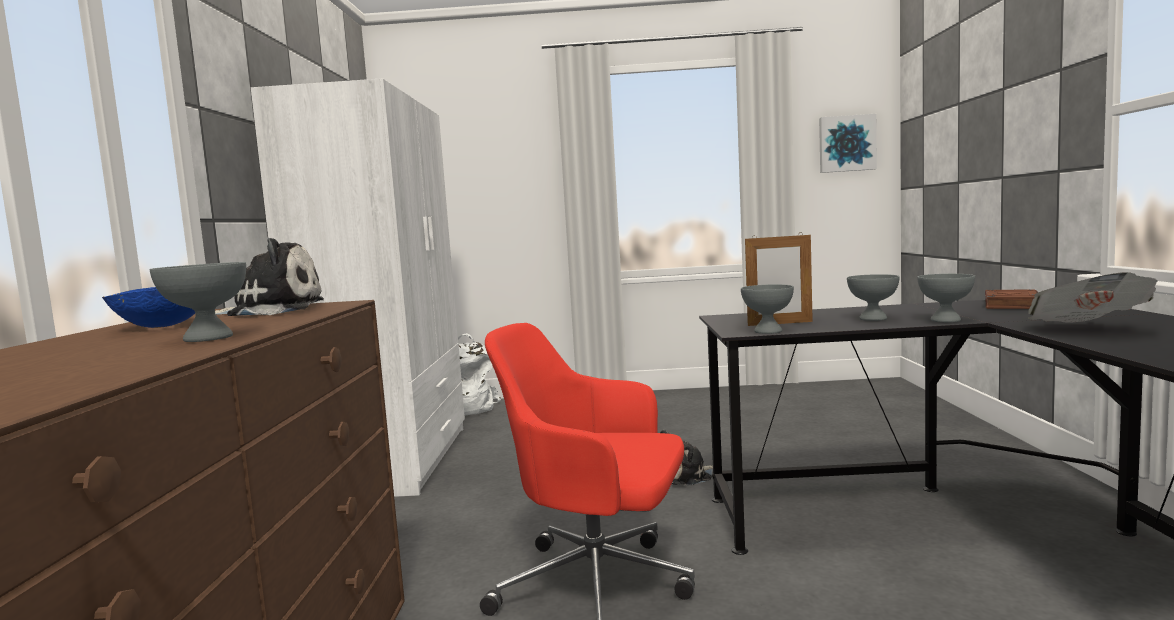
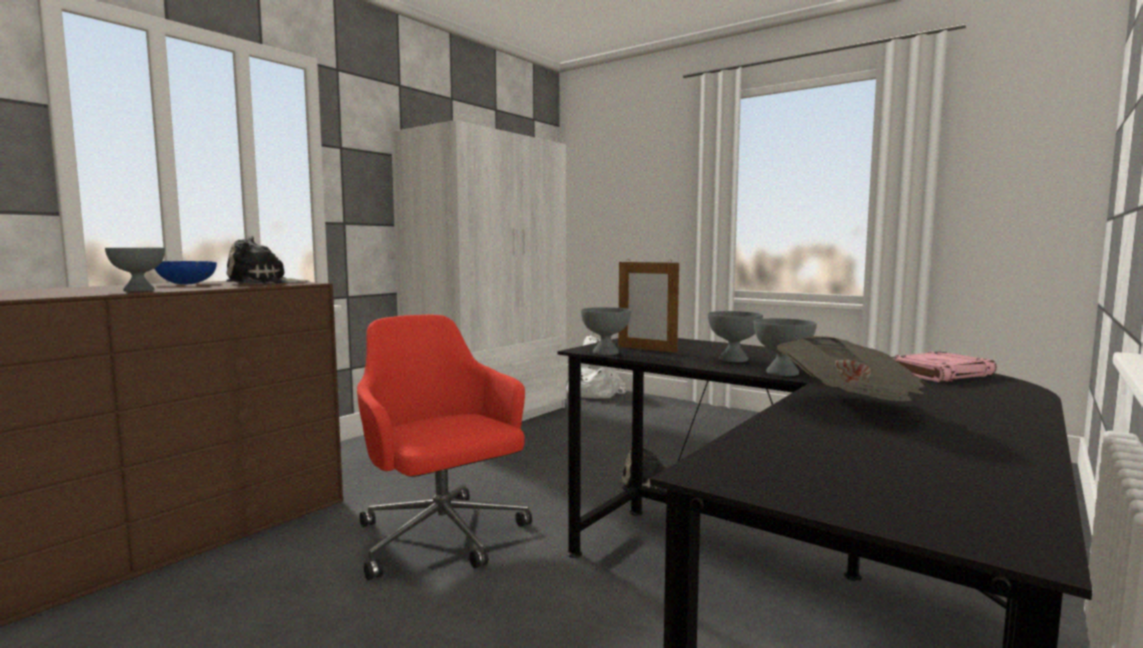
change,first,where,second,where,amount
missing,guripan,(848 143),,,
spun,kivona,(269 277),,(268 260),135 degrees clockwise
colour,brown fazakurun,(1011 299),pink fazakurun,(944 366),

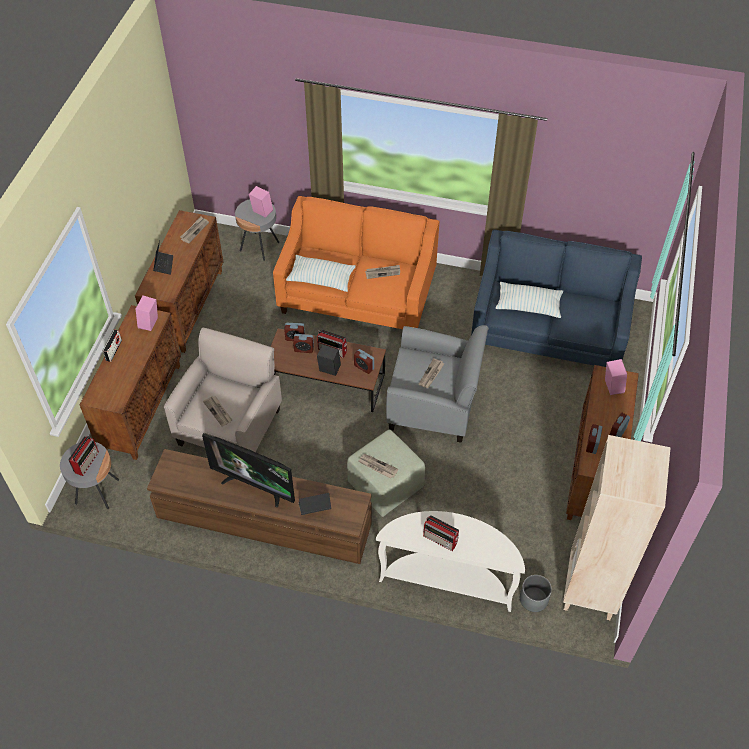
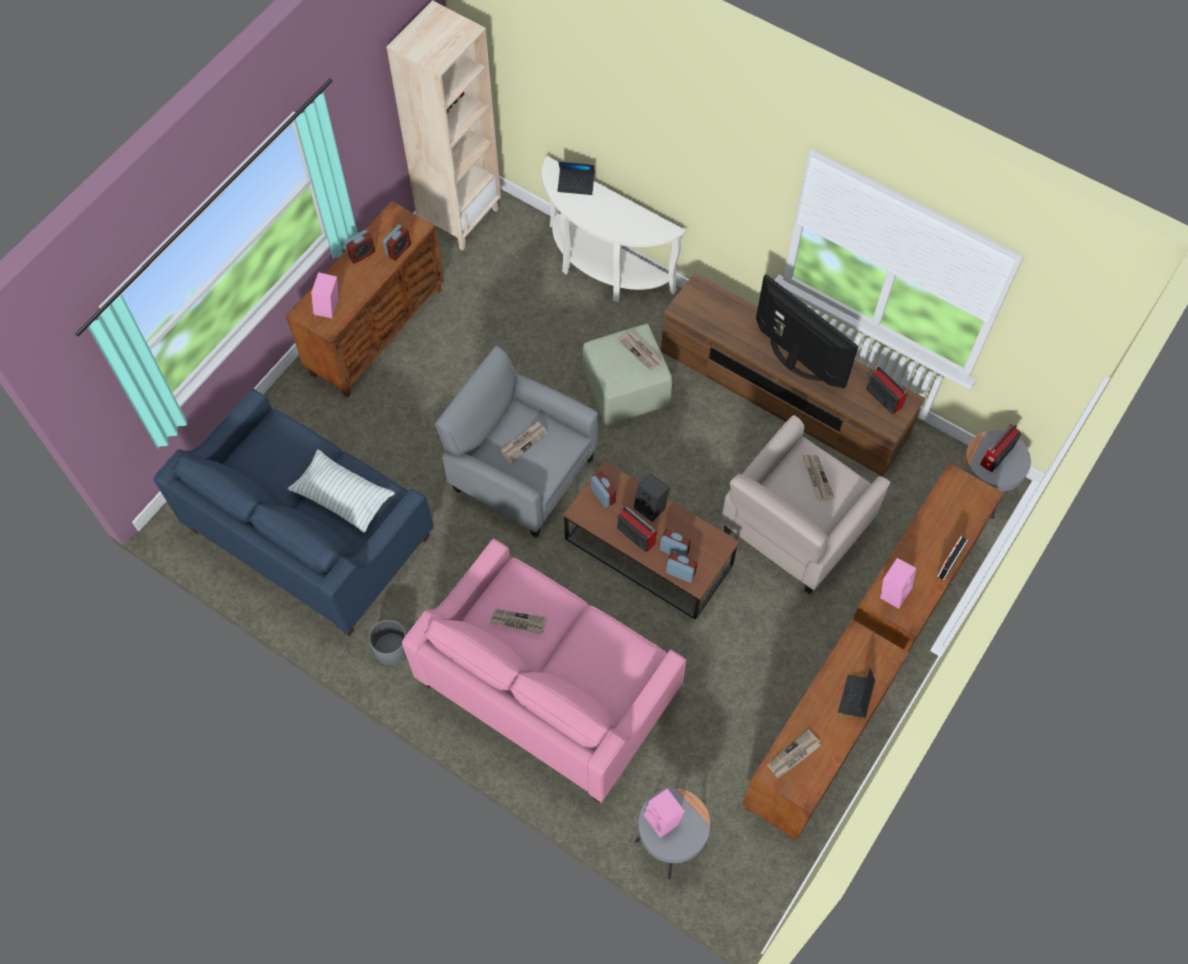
change,first,where,second,where,amount
colour,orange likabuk,(356 262),pink likabuk,(544 670),
missing,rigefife,(321 273),,,
relocated,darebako,(314 504),,(576 178),
relocated,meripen,(441 533),,(887 390),
relocated,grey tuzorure,(536 593),,(387 643),

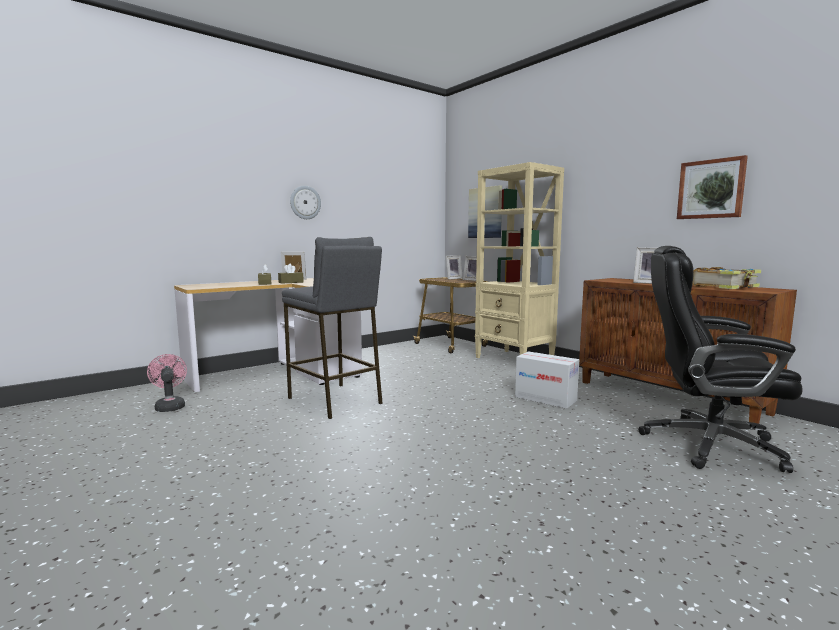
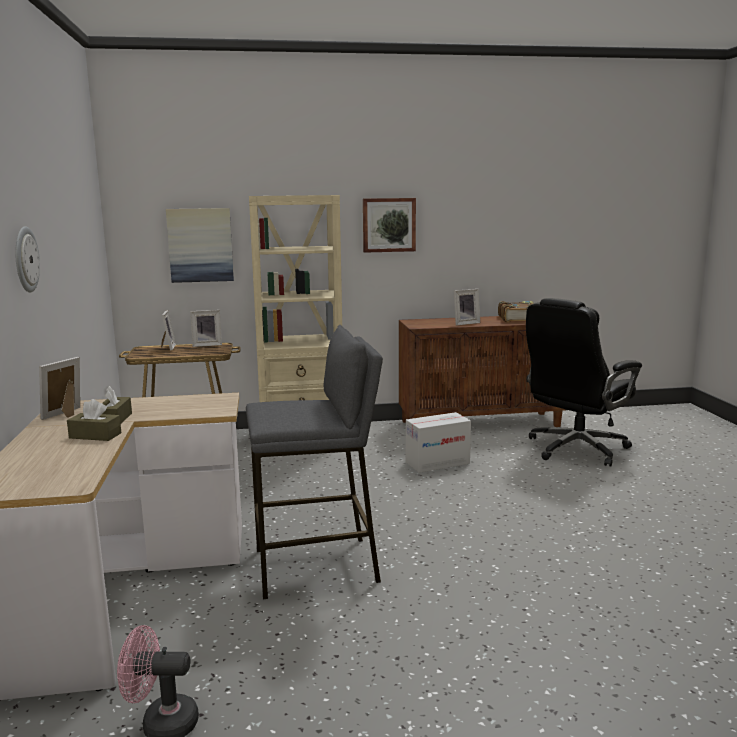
change,first,where,second,where,amount
relocated,guripan,(712 187),,(389 225),

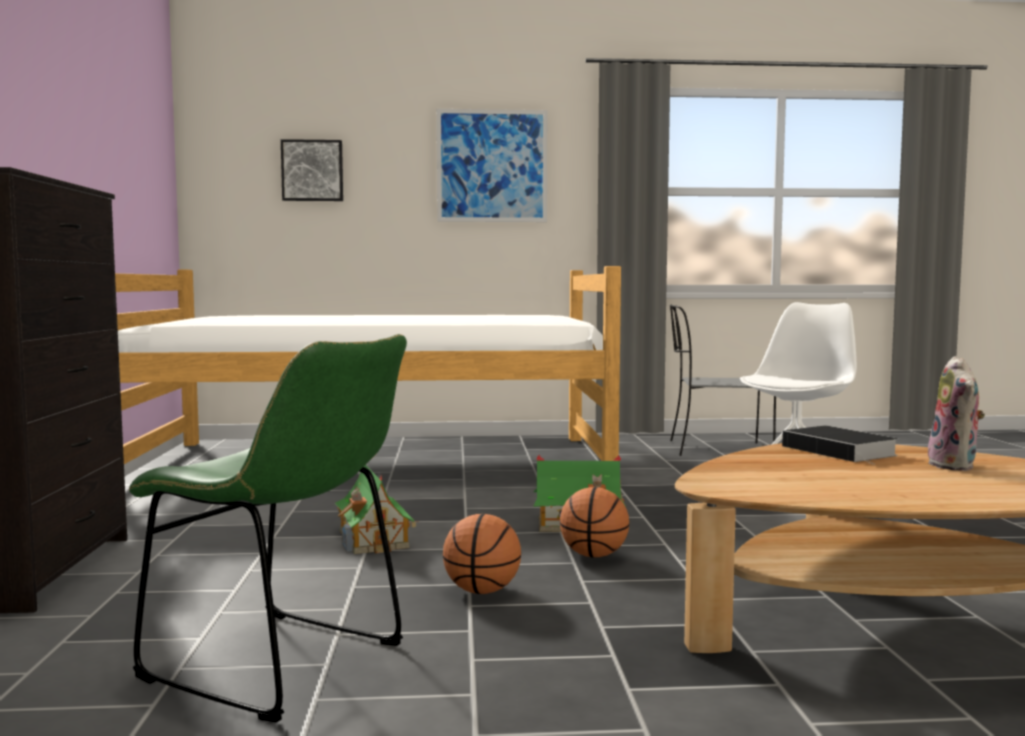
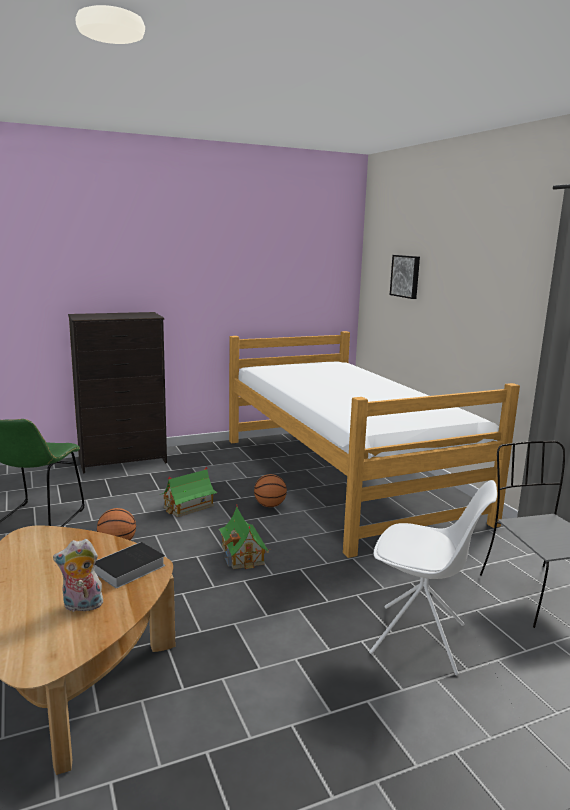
change,first,where,second,where,amount
missing,guripan,(492 165),,,
relocated,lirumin,(594 522),,(270 490),

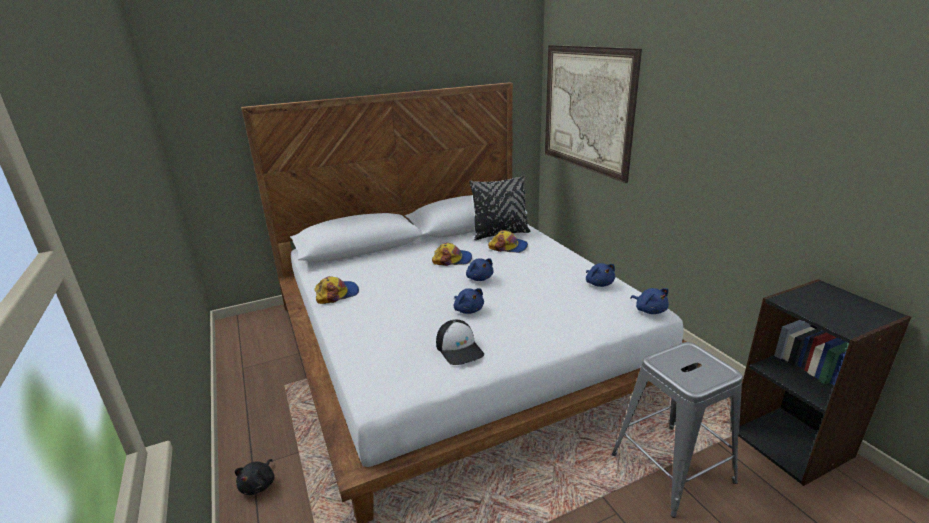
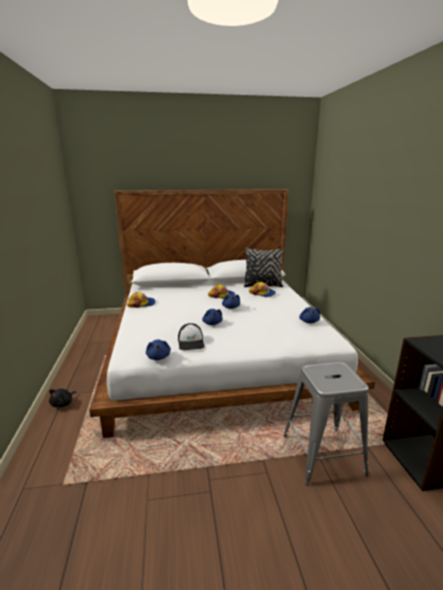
change,first,where,second,where,amount
missing,guripan,(593 114),,,
relocated,blue kivona,(649 301),,(158 350),

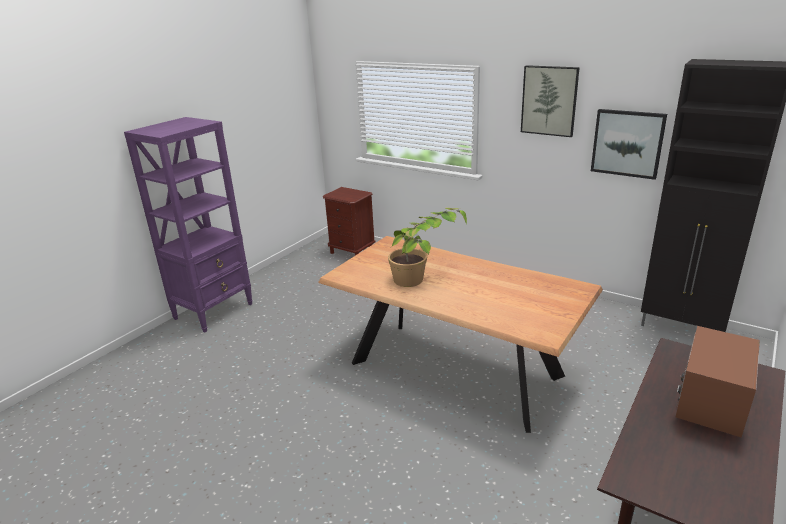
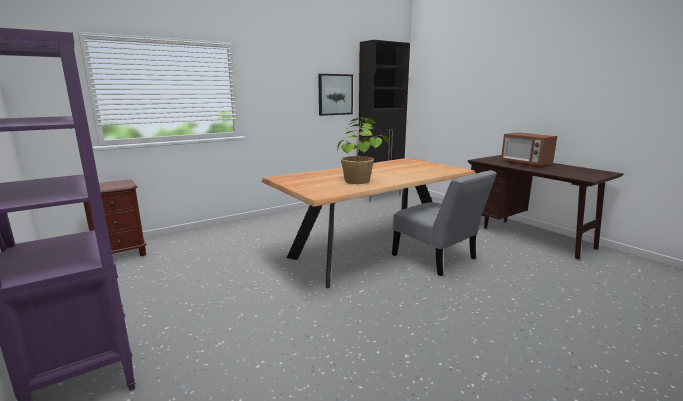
change,first,where,second,where,amount
missing,guripan,(550 101),,,
appeared,,,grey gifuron,(444 223),

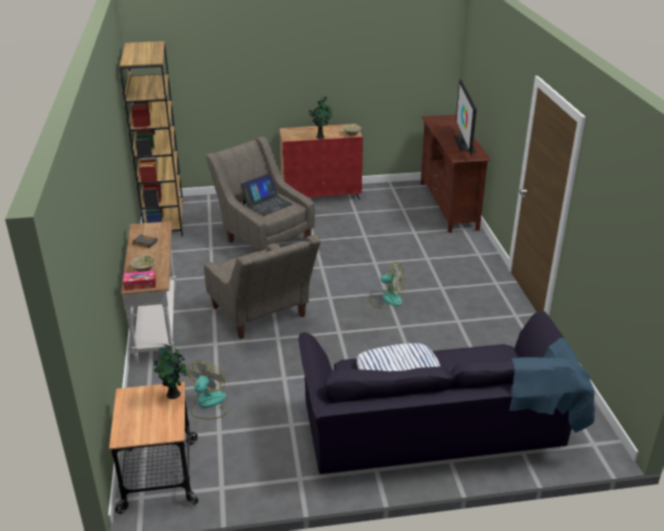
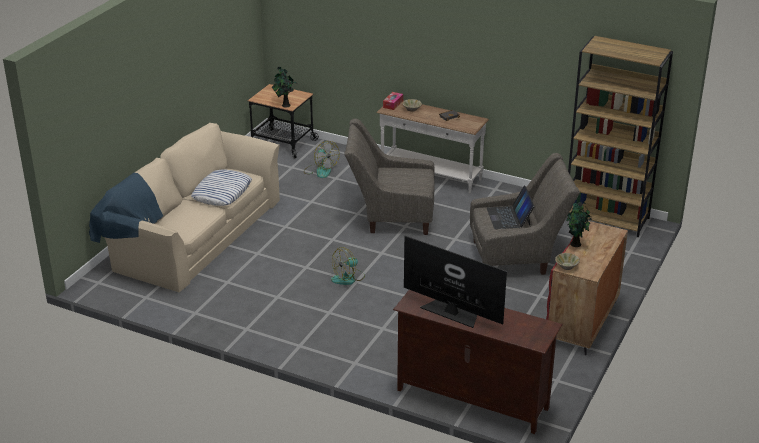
change,first,where,second,where,amount
colour,black likabuk,(446 392),beige likabuk,(184 207),

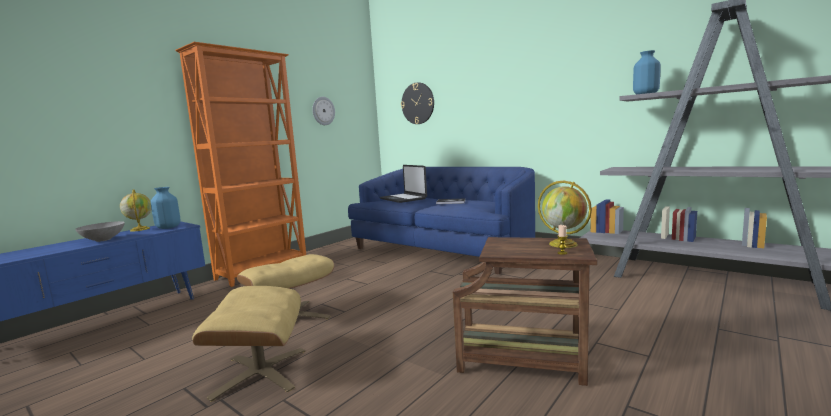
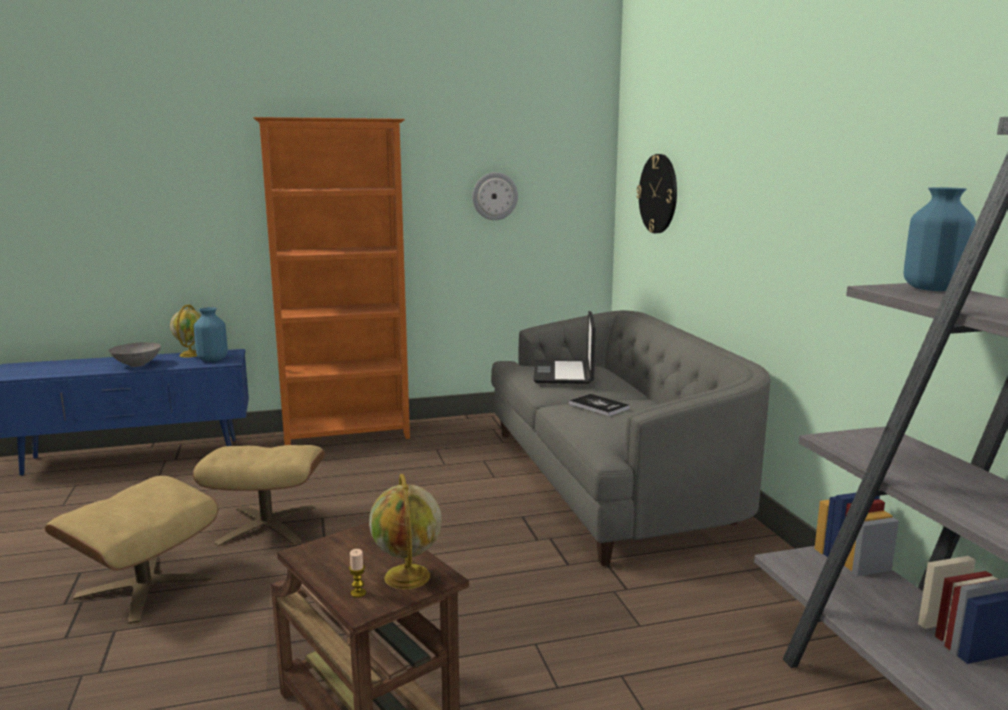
change,first,where,second,where,amount
colour,blue likabuk,(441 220),grey likabuk,(630 438),

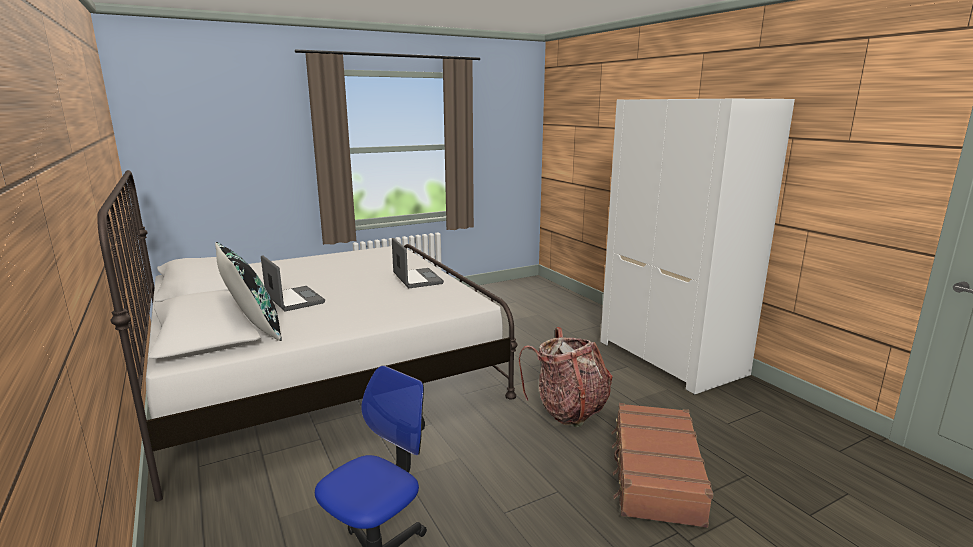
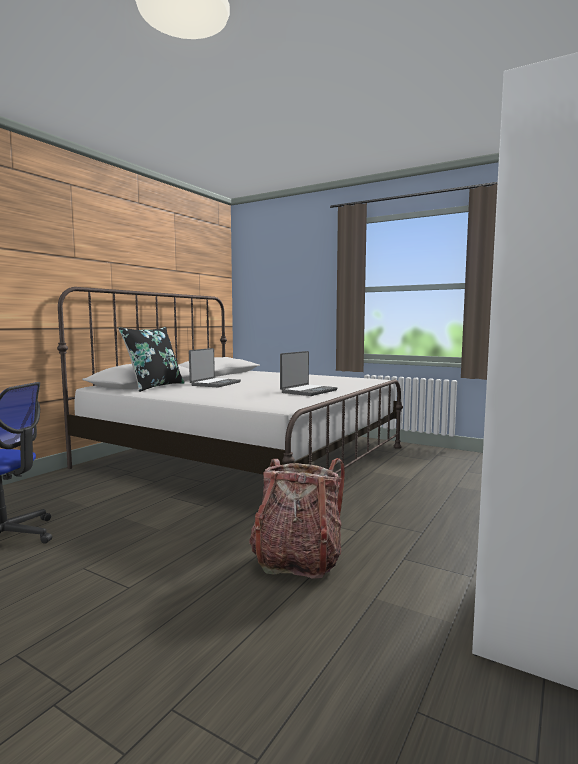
change,first,where,second,where,amount
missing,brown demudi,(662 465),,,

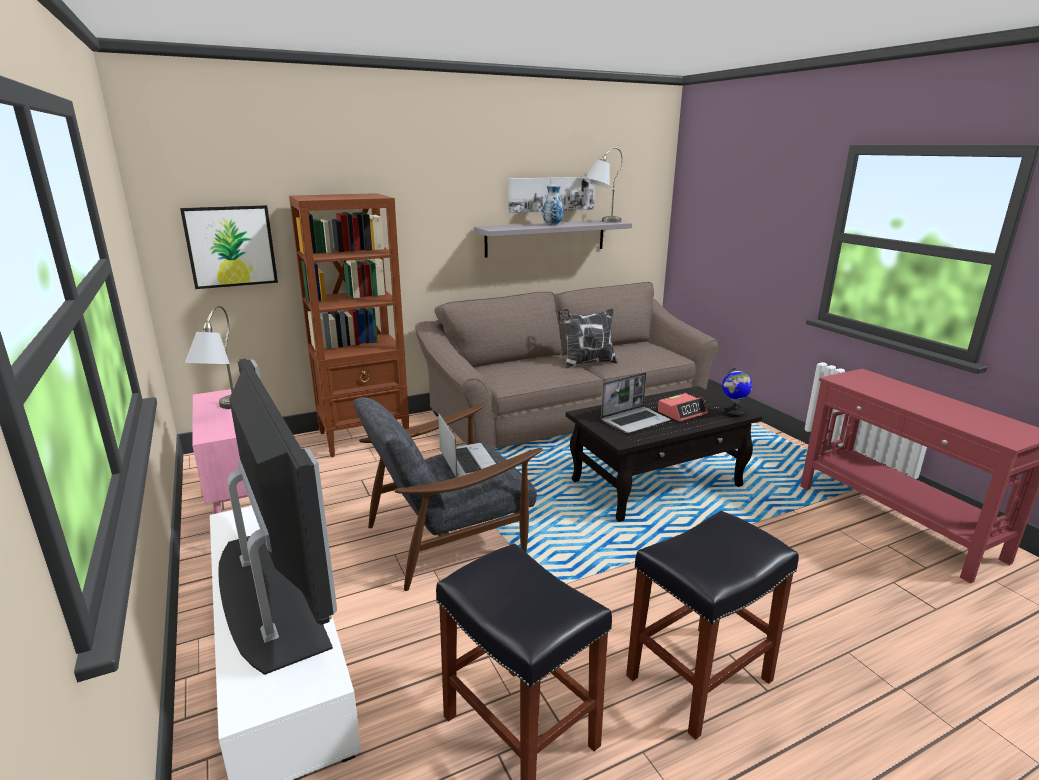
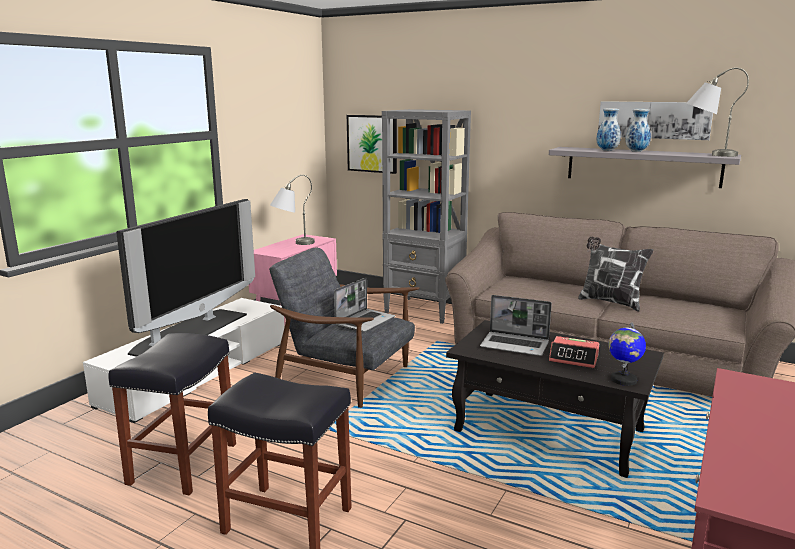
change,first,where,second,where,amount
colour,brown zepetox,(349 325),grey zepetox,(426 216),
appeared,,,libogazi,(608 129),

